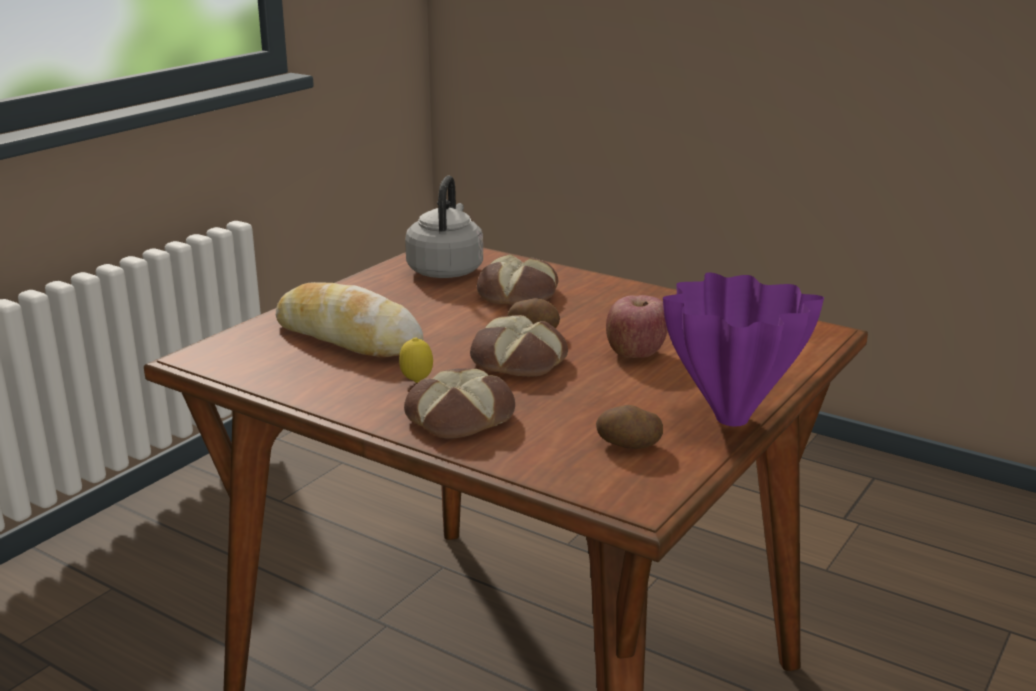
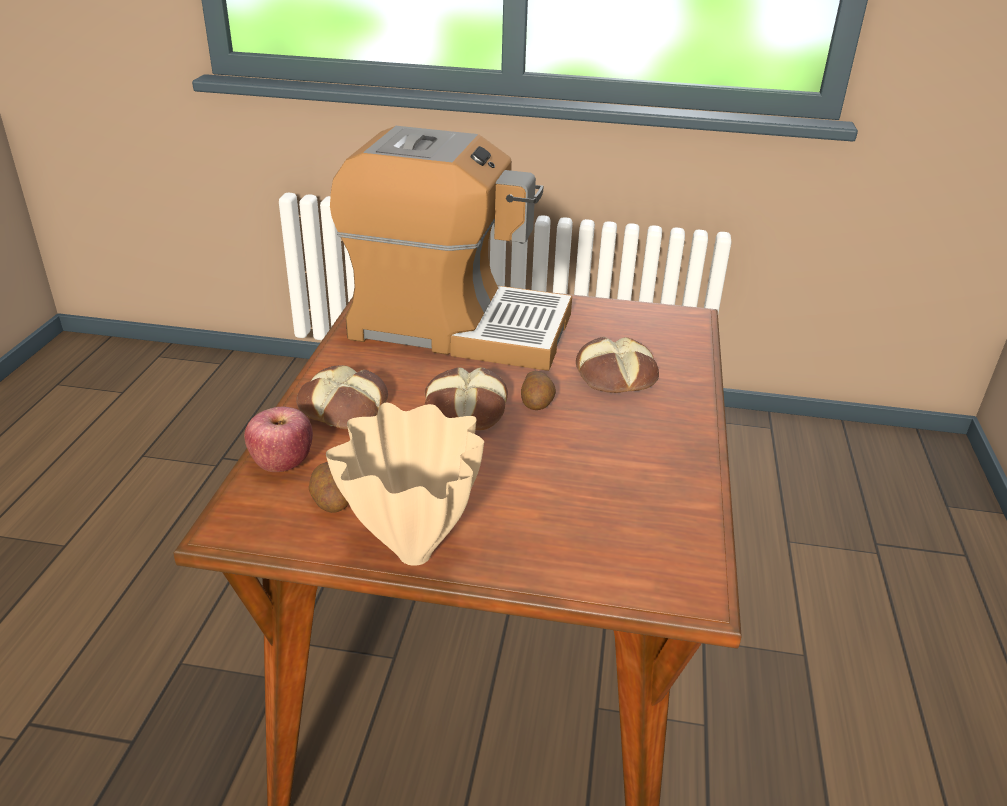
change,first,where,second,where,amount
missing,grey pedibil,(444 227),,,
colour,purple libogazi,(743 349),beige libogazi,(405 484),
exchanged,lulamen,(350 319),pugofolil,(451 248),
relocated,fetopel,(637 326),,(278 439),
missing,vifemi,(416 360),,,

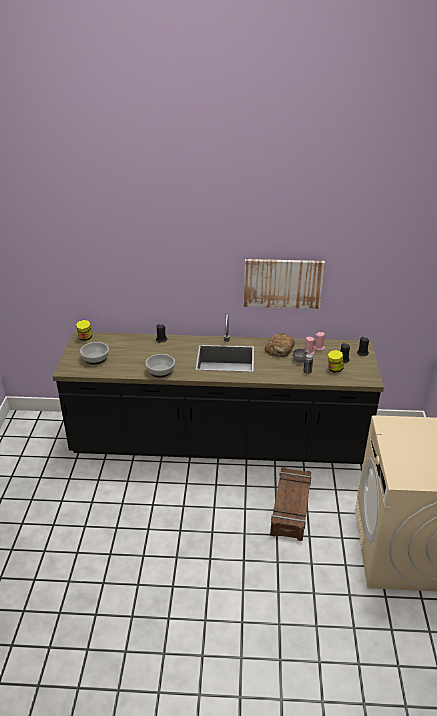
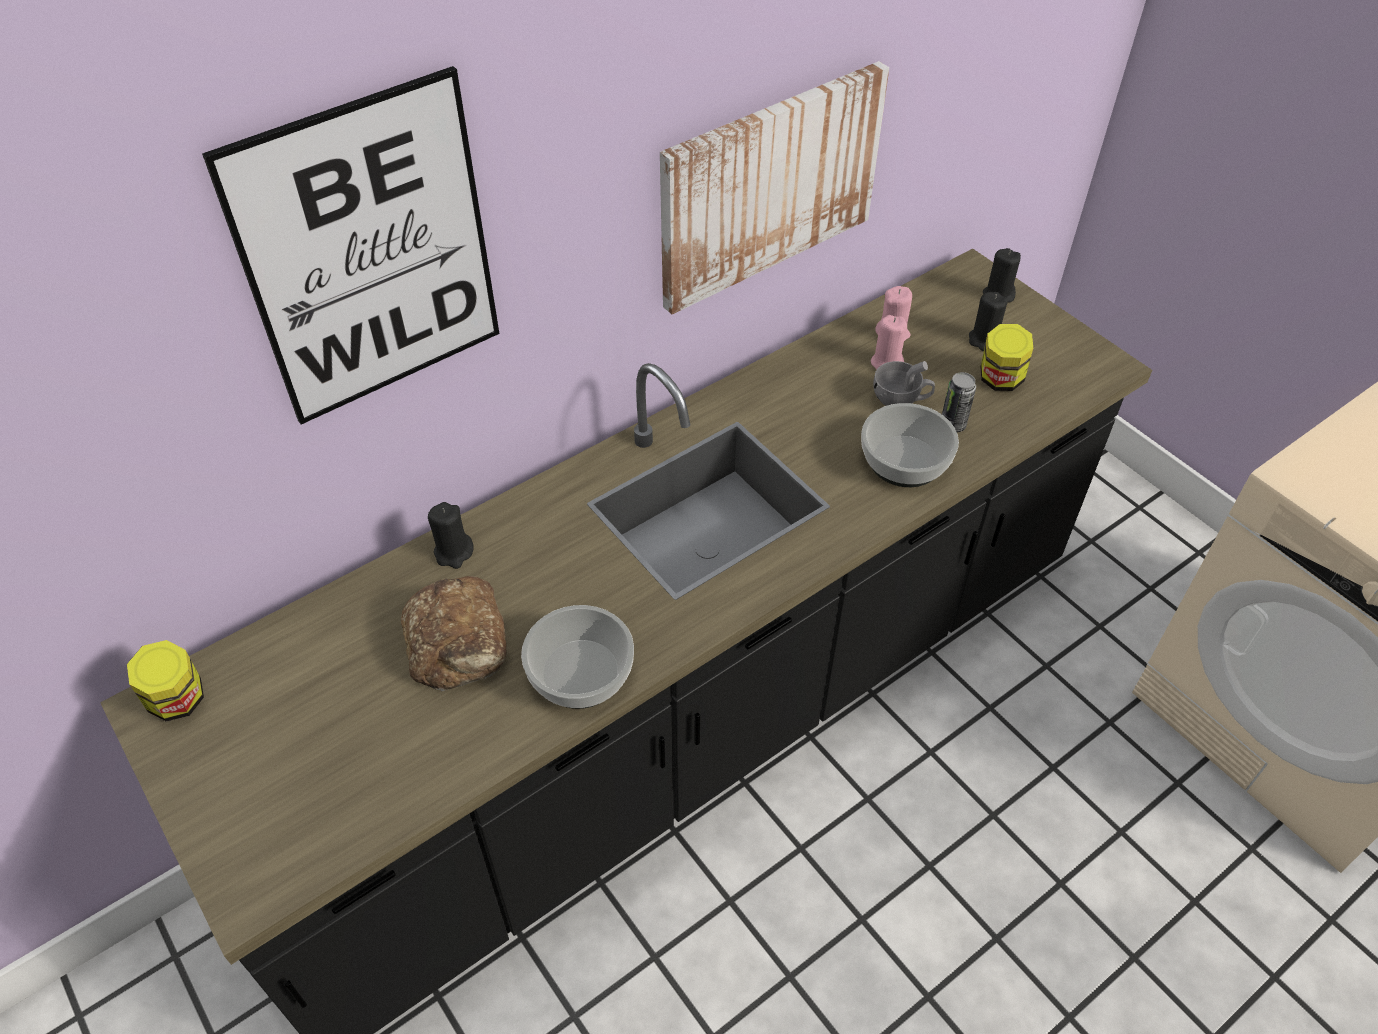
change,first,where,second,where,amount
relocated,lulamen,(280 345),,(454 633),
relocated,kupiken,(94 353),,(910 445),
missing,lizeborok,(290 504),,,
appeared,,,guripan,(350 245),

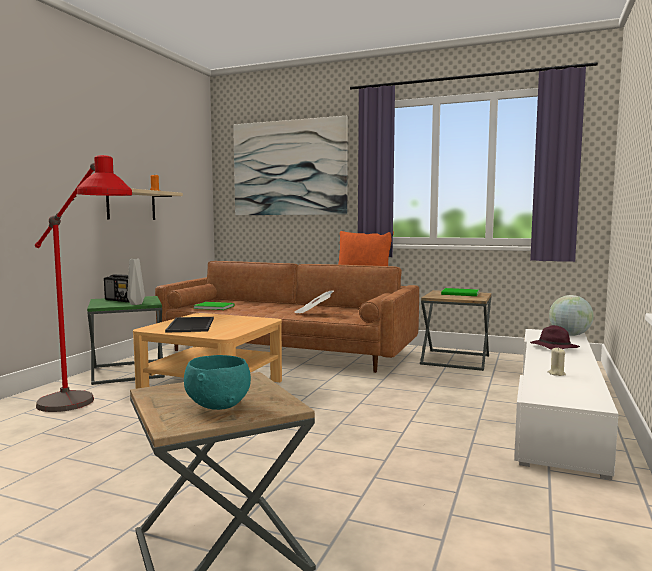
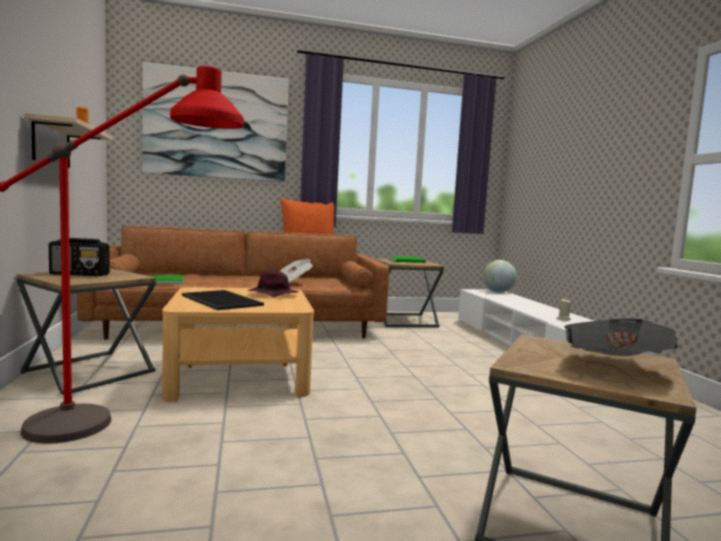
change,first,where,second,where,amount
missing,grey libogazi,(136 282),,,
colour,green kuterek,(126 340),brown kuterek,(86 331),
relocated,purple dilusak,(555 337),,(273 283),
exchanged,turquoise kupiken,(217 382),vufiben,(621 337),

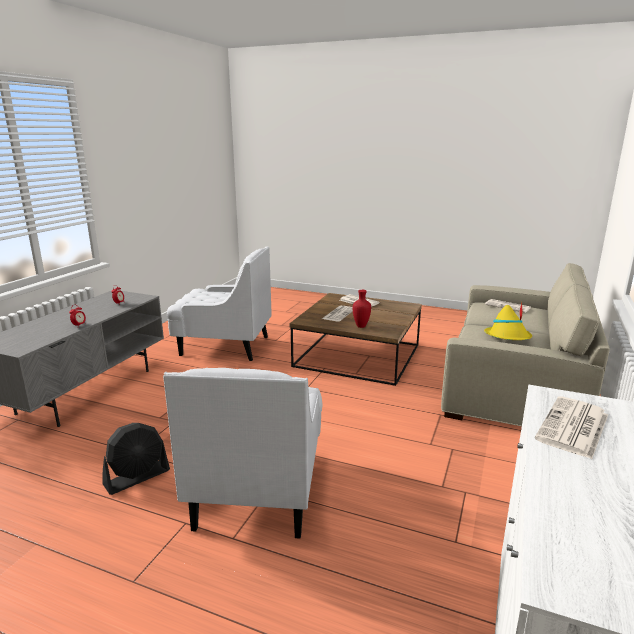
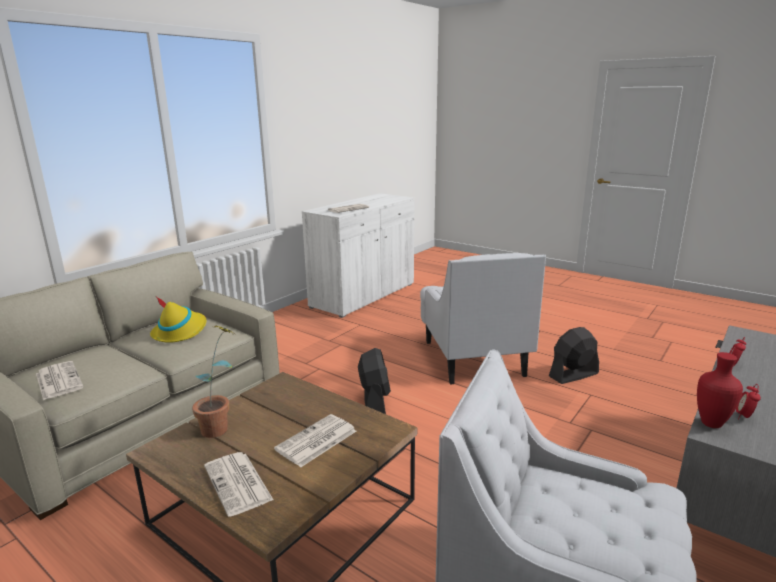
change,first,where,second,where,amount
relocated,red libogazi,(362 309),,(720 390),
spun,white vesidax,(243 453),,(483 318),150 degrees clockwise
appeared,,,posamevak,(214 382),
appeared,,,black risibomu,(374 381),

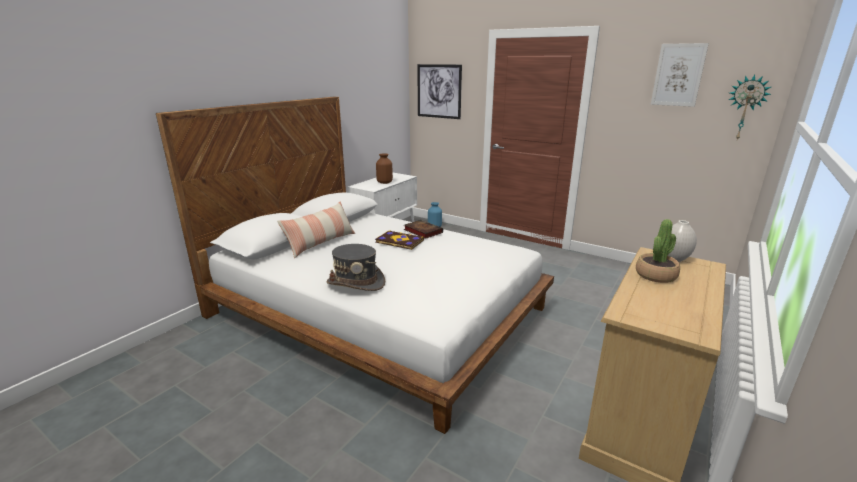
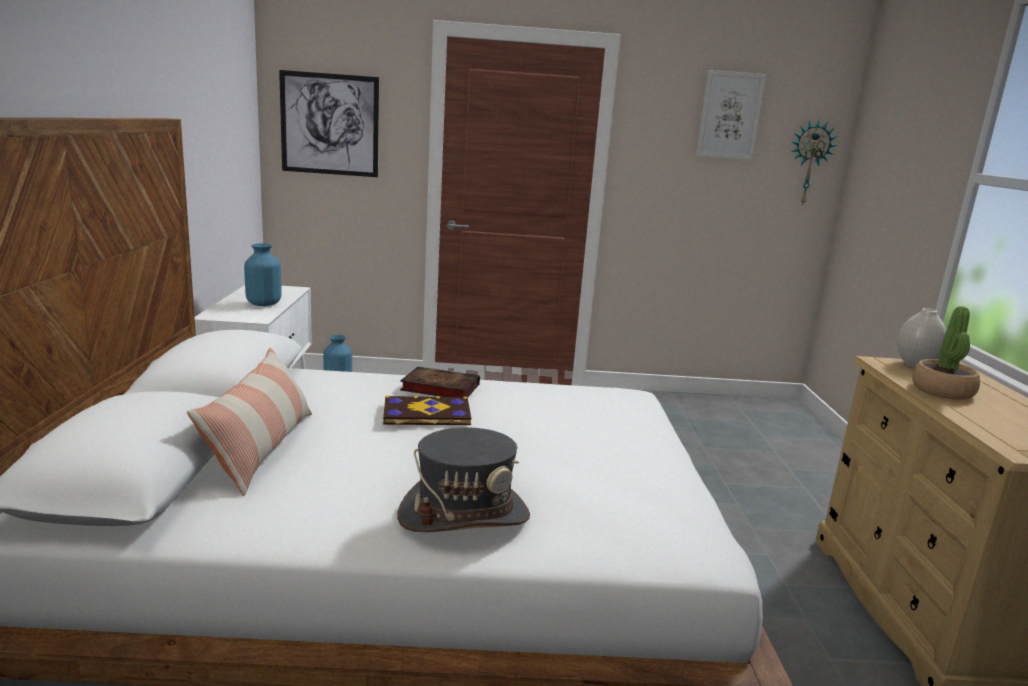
change,first,where,second,where,amount
colour,brown libogazi,(384 168),blue libogazi,(262 274),

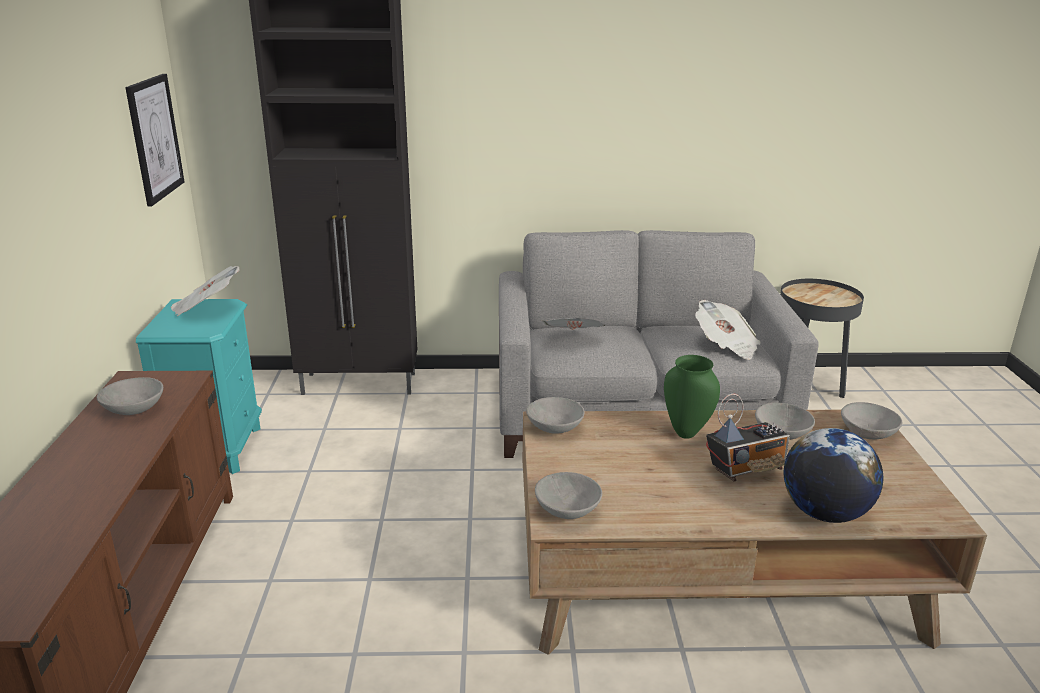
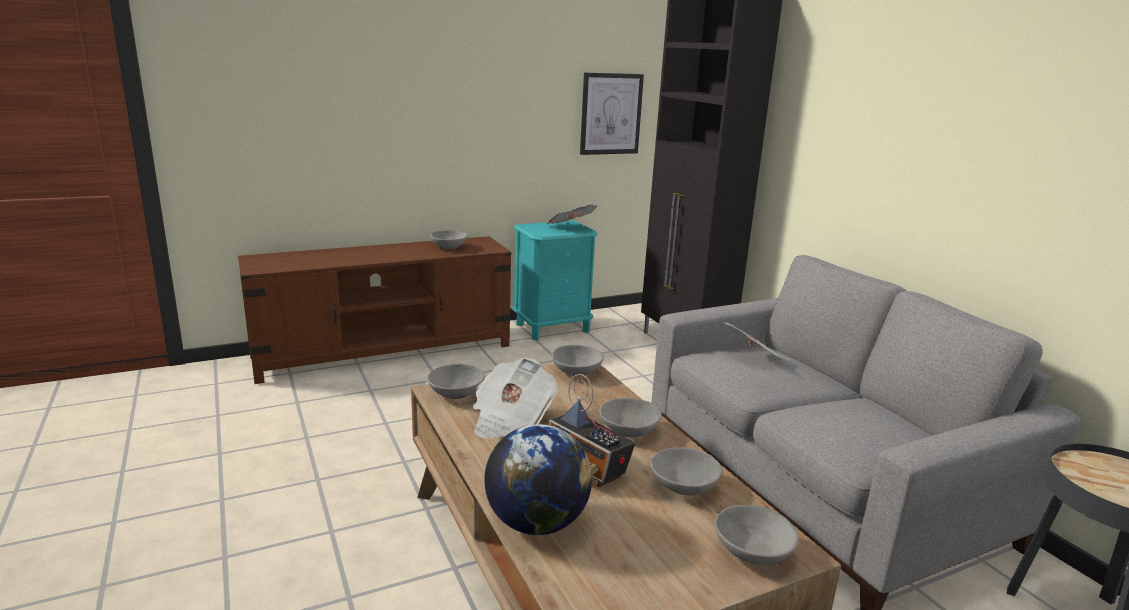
change,first,where,second,where,amount
relocated,vufiben,(728 330),,(515 398),
exchanged,green libogazi,(692 397),grey kupiken,(630 417),

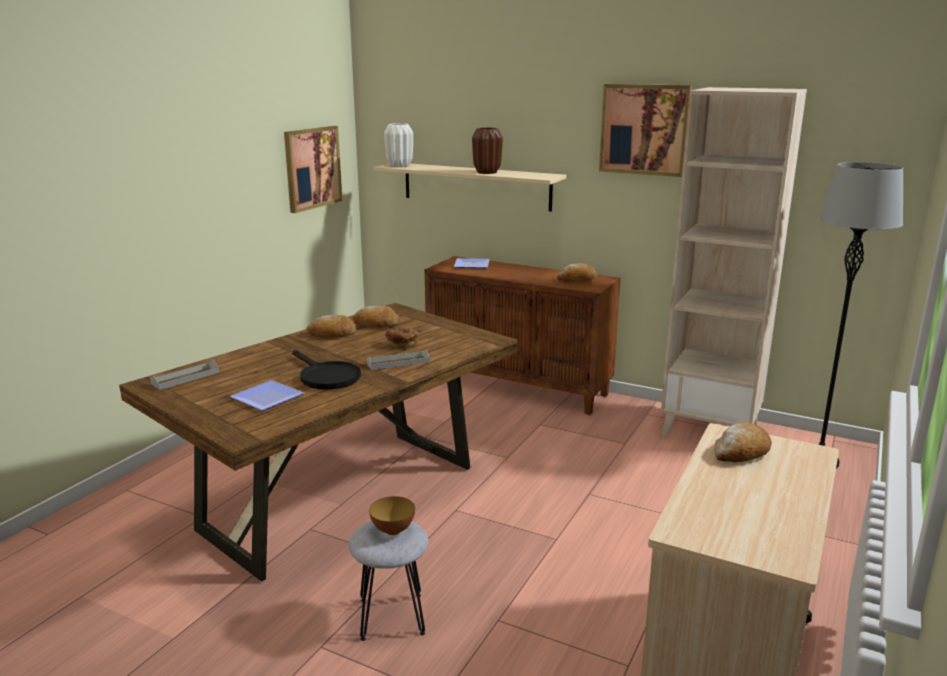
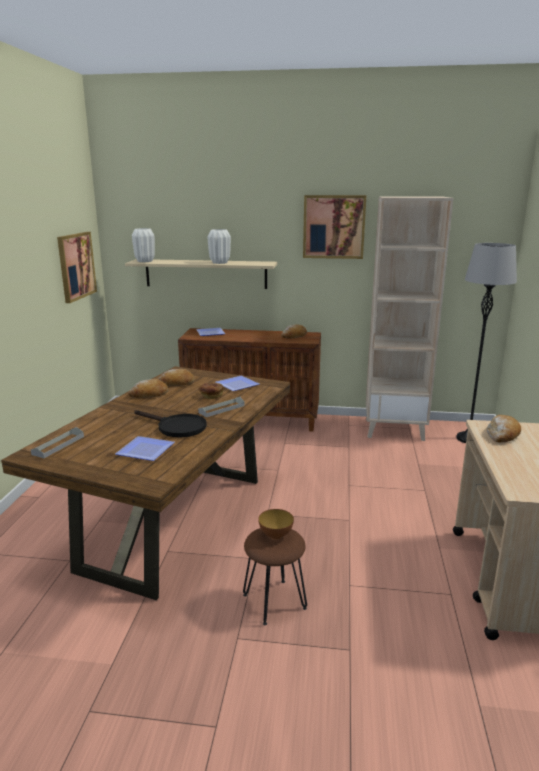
change,first,where,second,where,amount
colour,brown libogazi,(487 151),white libogazi,(219 246),
colour,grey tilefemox,(388 581),brown tilefemox,(275 576),
appeared,,,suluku,(237 383),

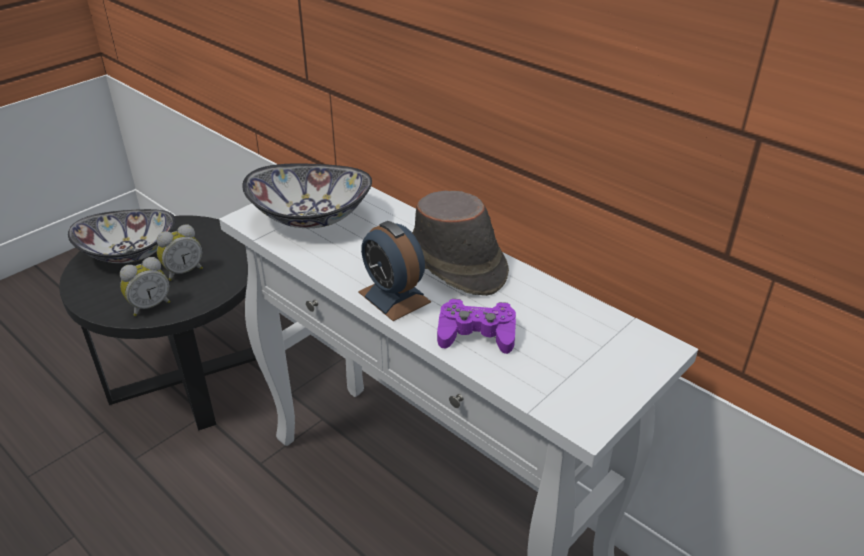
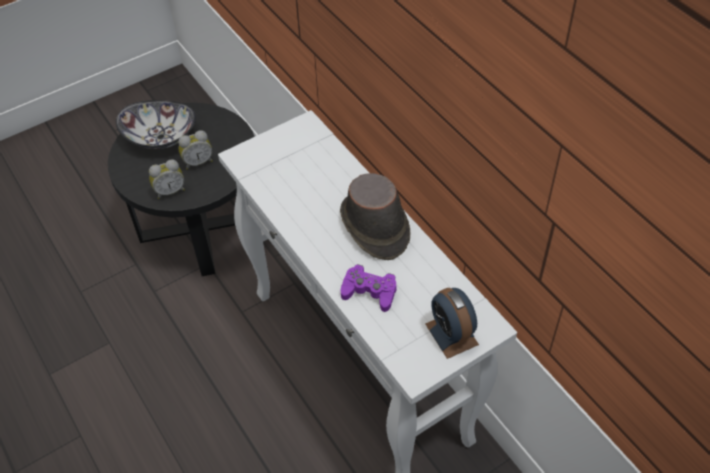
change,first,where,second,where,amount
missing,kupiken,(307 196),,,
relocated,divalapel,(394 271),,(452 323),

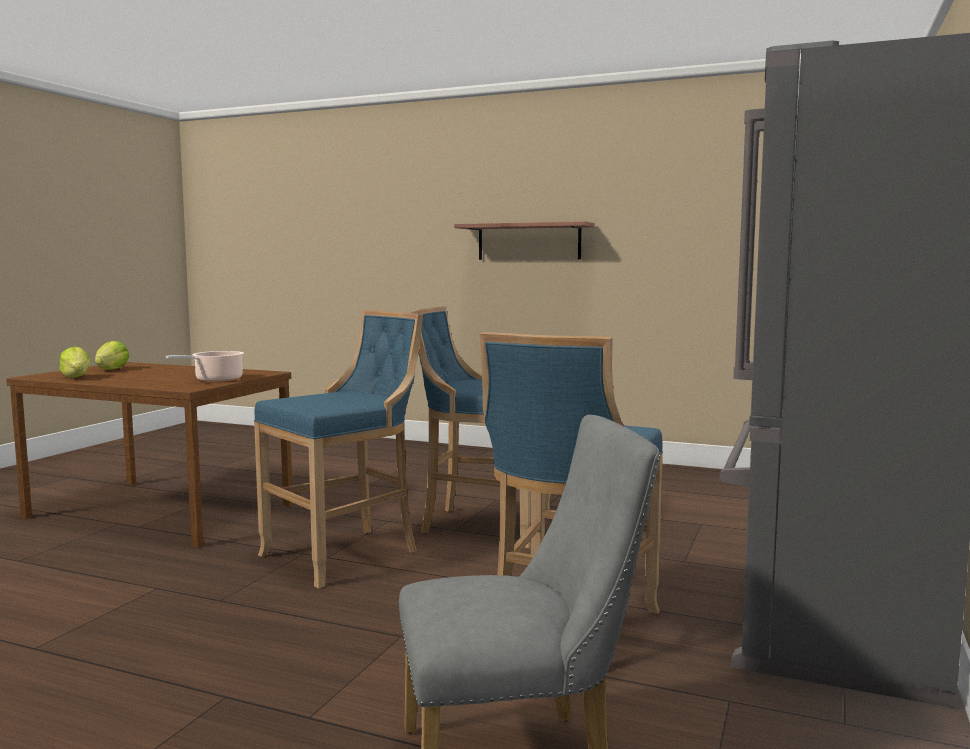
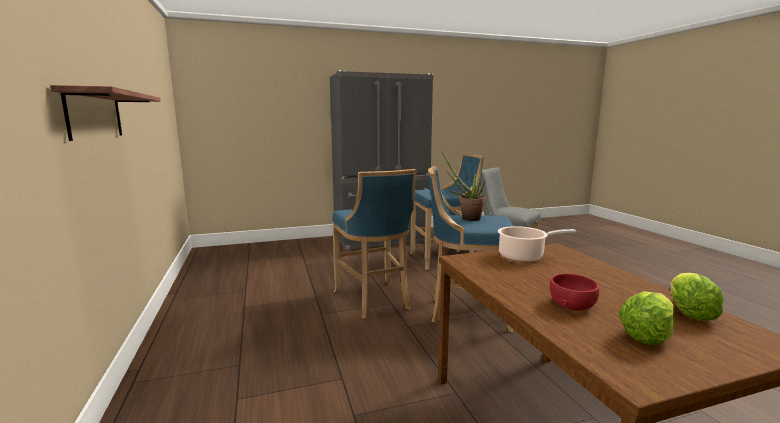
change,first,where,second,where,amount
appeared,,,posamevak,(464 186),
appeared,,,red kupiken,(574 292),

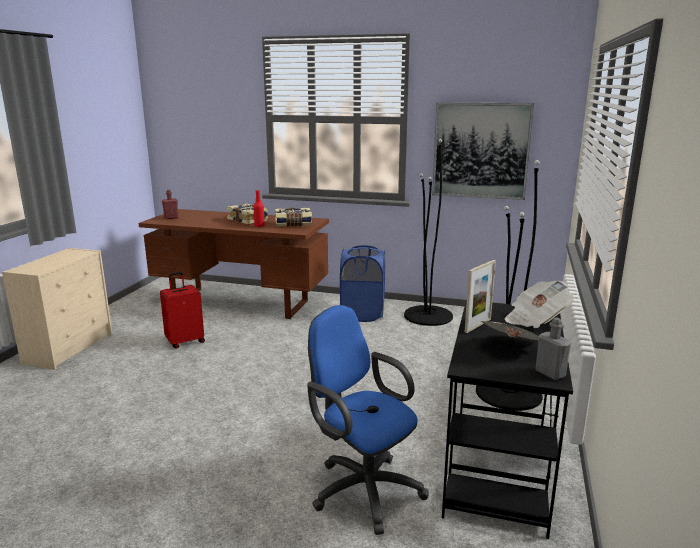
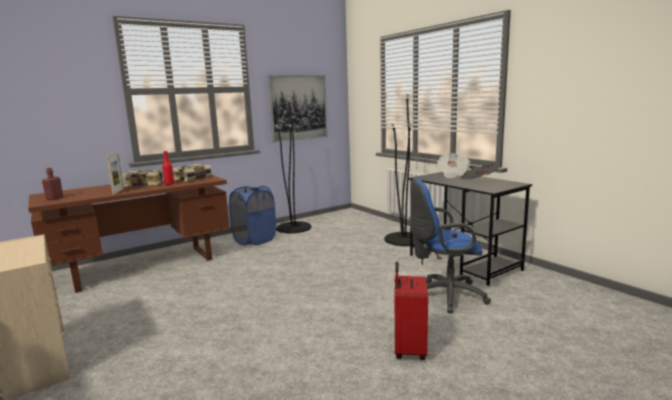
change,first,where,second,where,amount
relocated,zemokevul,(480 296),,(115 173),
relocated,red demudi,(182 310),,(411 310),
missing,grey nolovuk,(553 349),,,

